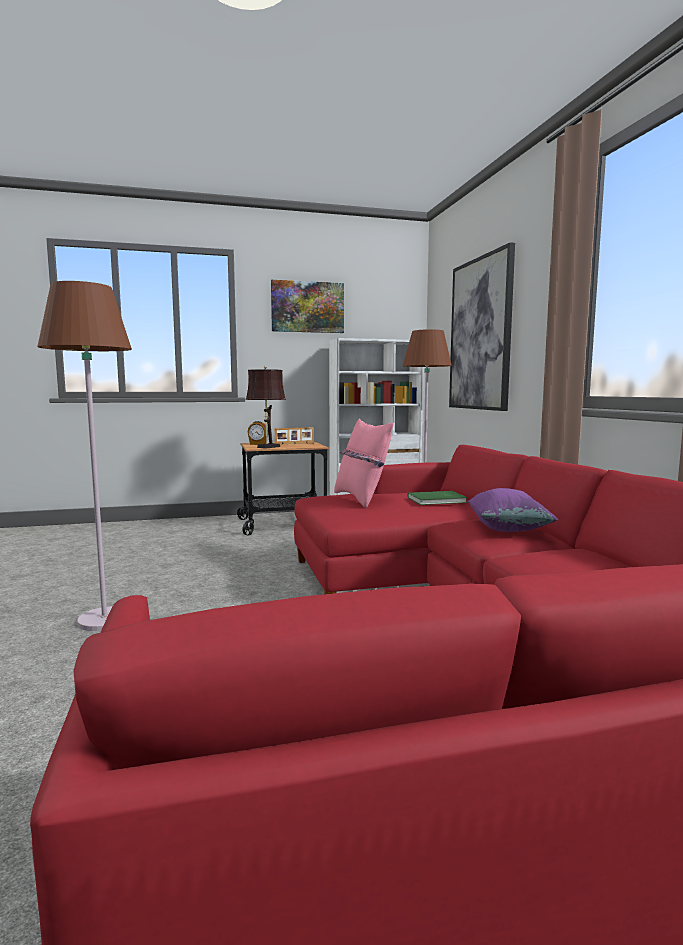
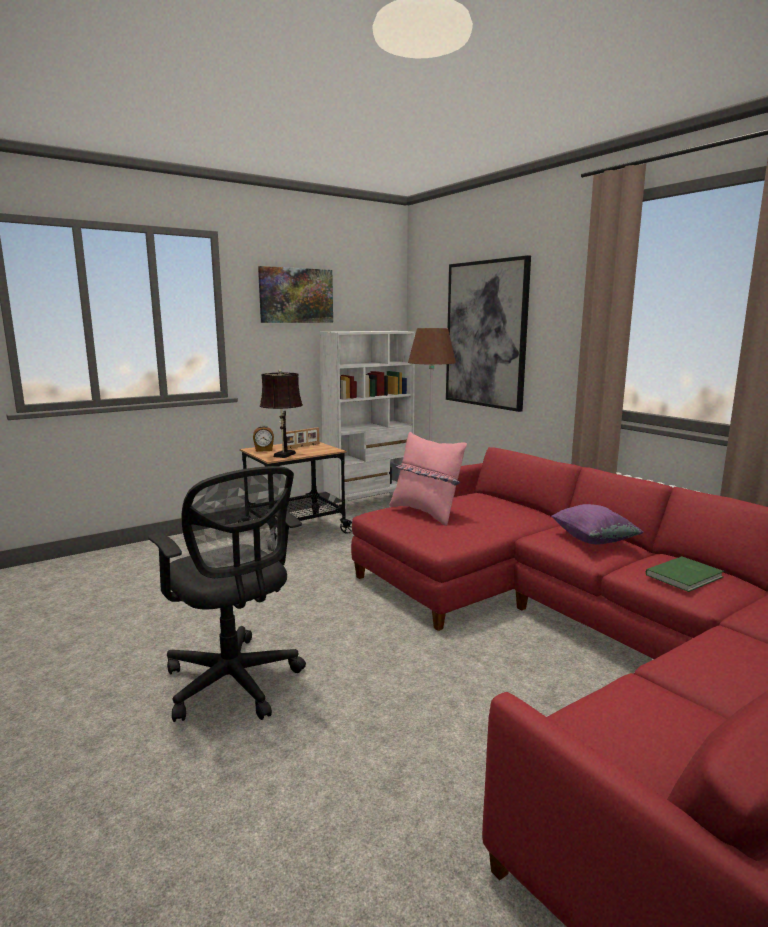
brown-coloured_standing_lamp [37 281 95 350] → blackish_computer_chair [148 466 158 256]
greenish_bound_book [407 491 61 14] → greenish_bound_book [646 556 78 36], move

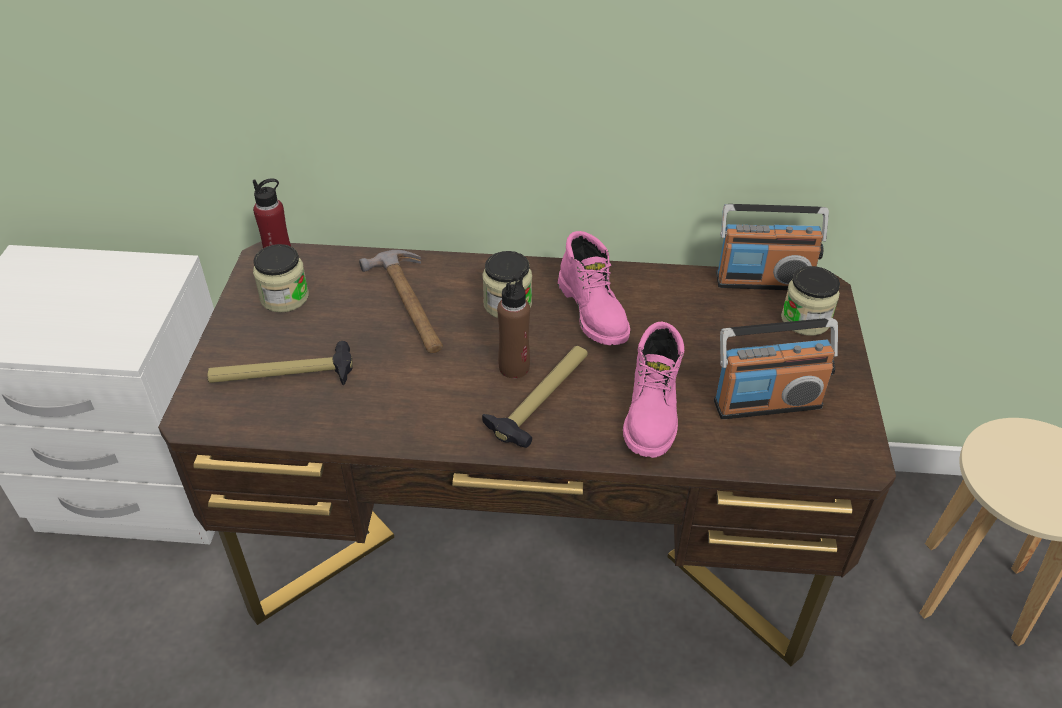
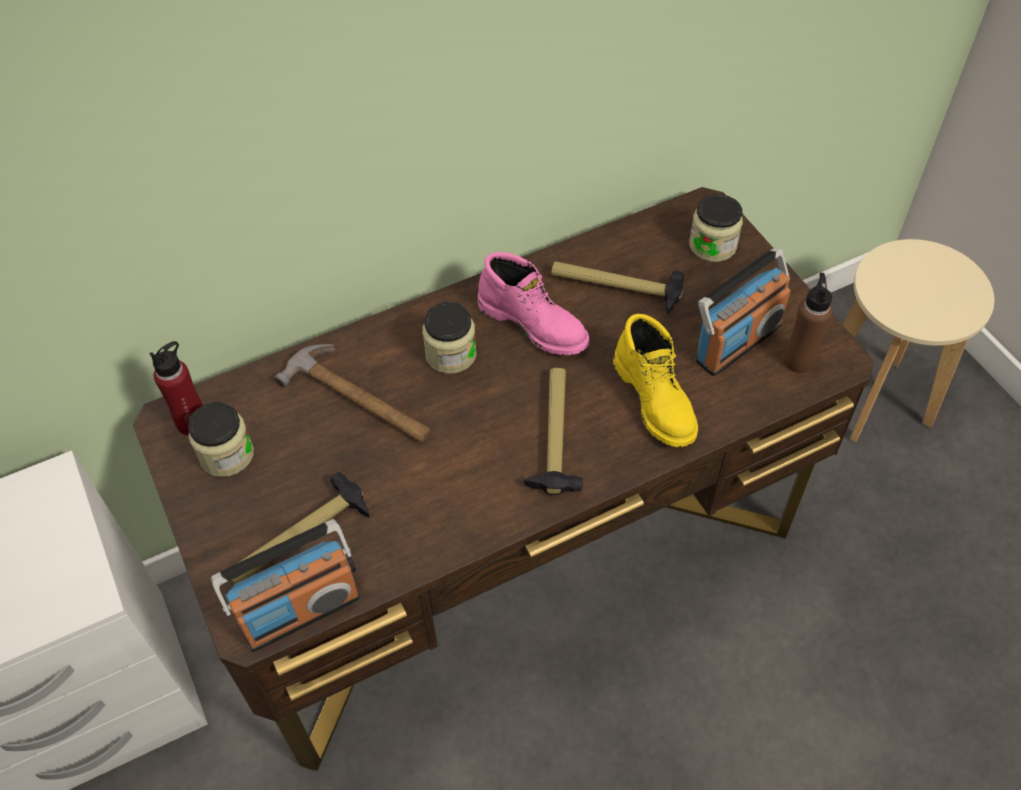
radio_set [716 204 113 86] → radio_set [211 519 150 133], move
- → tool_hammer [551 261 133 53]
pink-coloured_boot [623 322 61 136] → yellow_boot [613 314 85 133]
brown-coloured_drink_bottle [497 271 33 107] → brown-coloured_drink_bottle [784 273 49 100], move

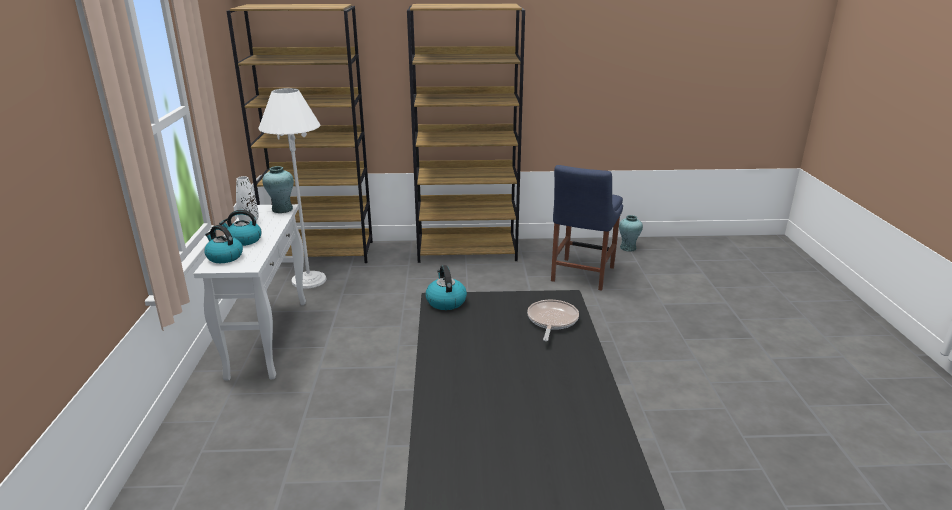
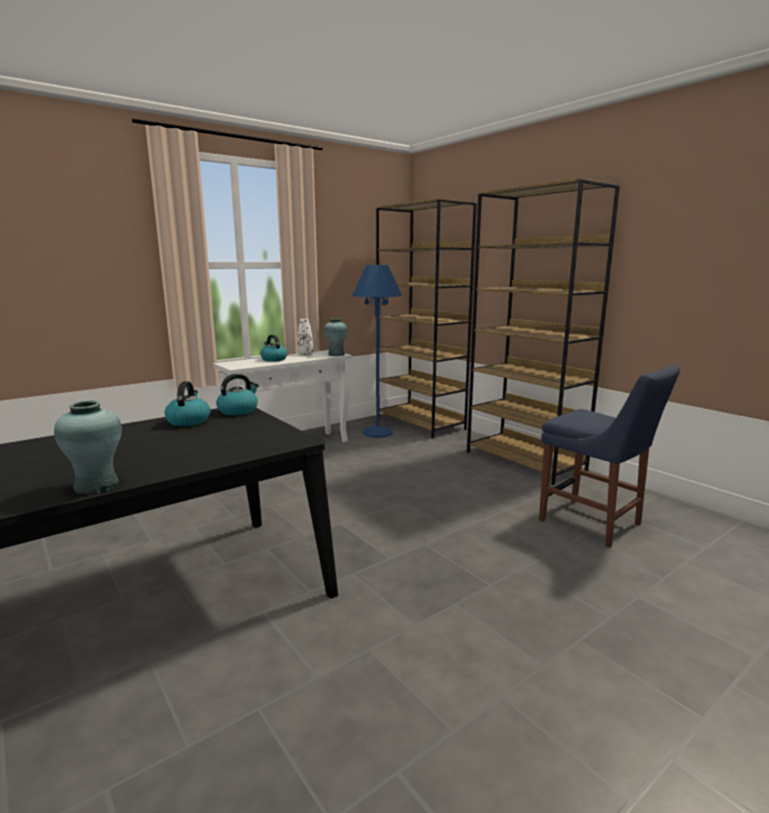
turquoise_flower_vase [619 215 24 37] → turquoise_flower_vase [54 400 68 95], move
kettle [204 225 39 38] → kettle [165 381 45 45], move
whitish_standing_lamp [259 88 67 201] → blue_standing_lamp [352 265 50 173]
blue_upright_chair [551 165 72 126] → blue_upright_chair [539 365 141 183], 120 degrees counterclockwise
pan [527 300 52 41] → -

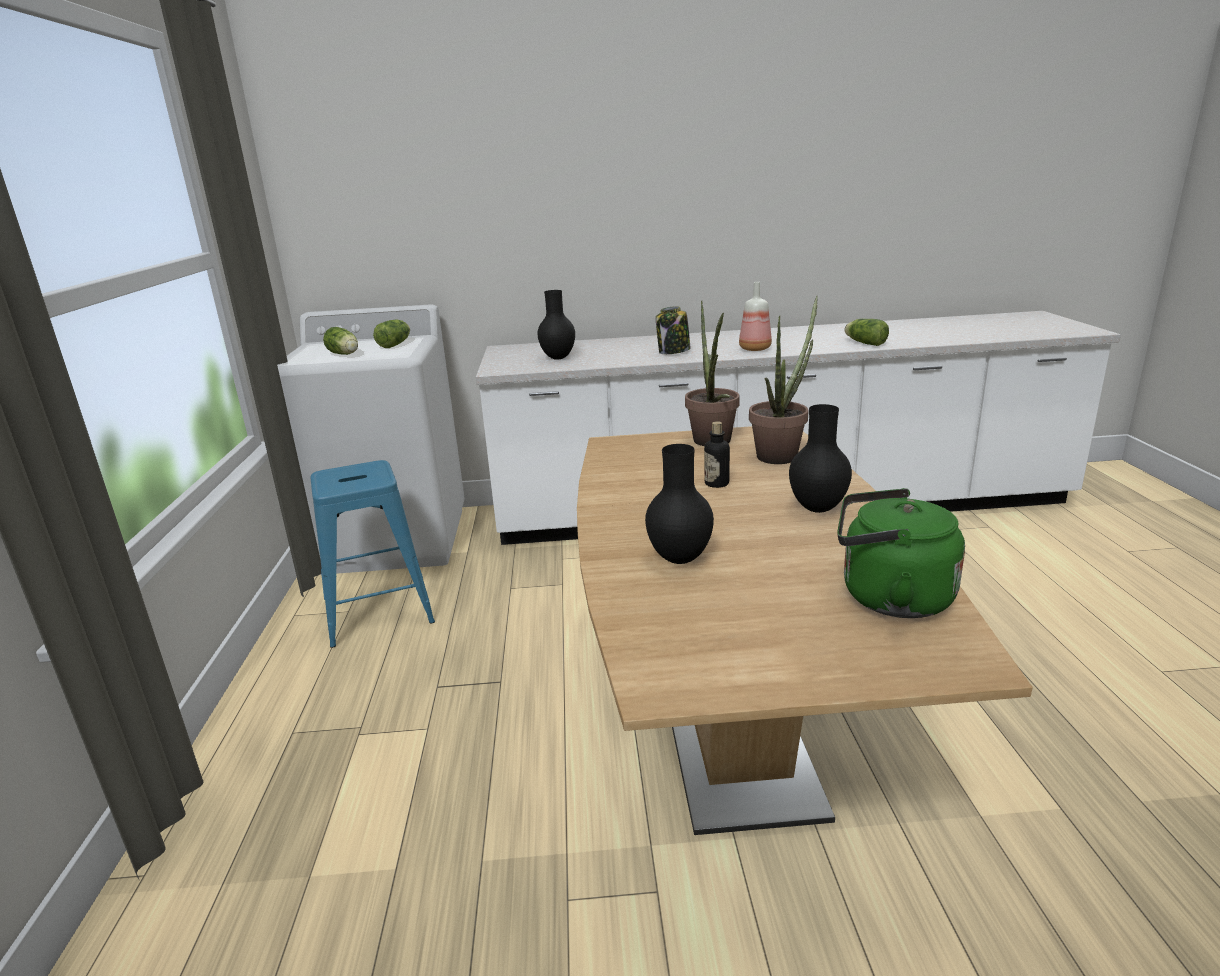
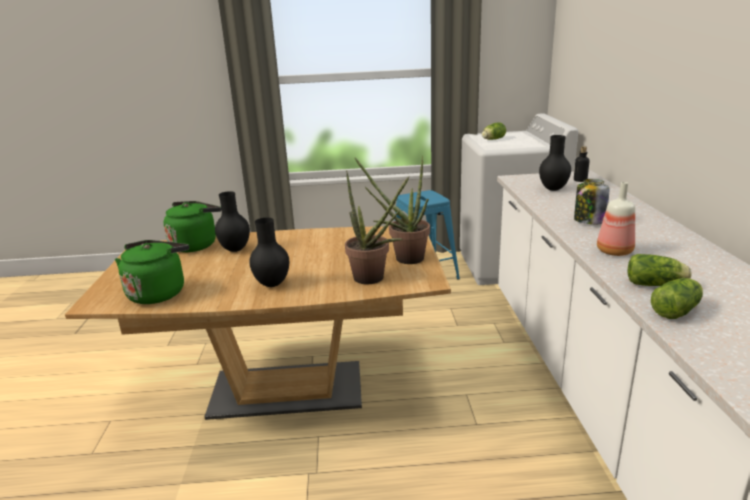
- → greenish_kettle [164 201 57 51]
drink_bottle [704 421 26 67] → drink_bottle [574 146 16 36], move
lettuce [373 319 37 29] → lettuce [628 254 64 32], move

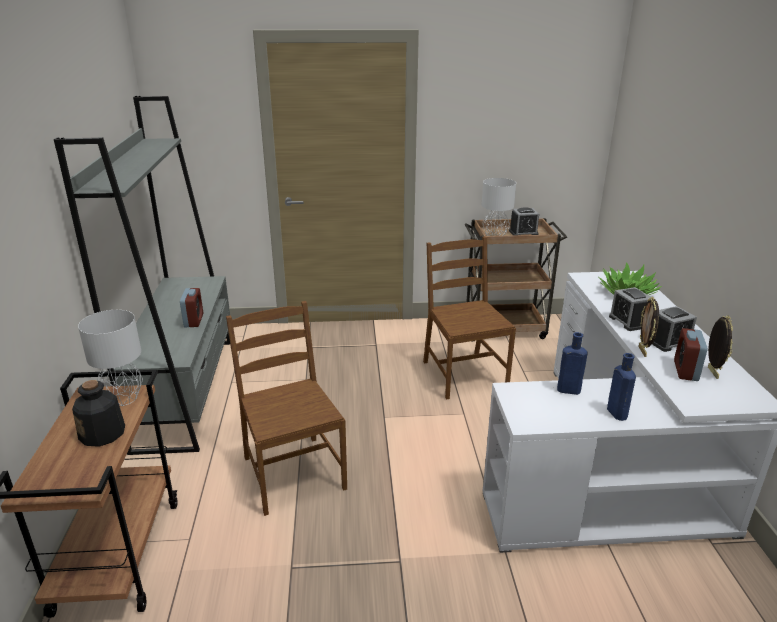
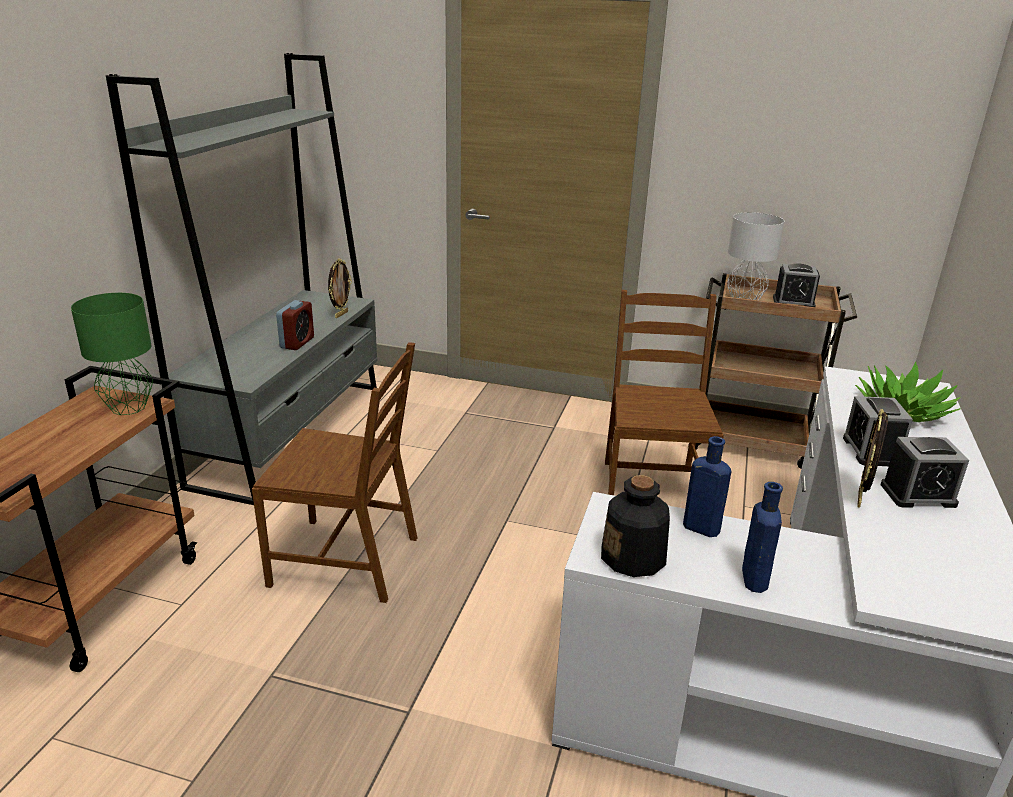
greyish_table_lamp [78 310 65 96] → greenish_table_lamp [71 293 82 122]
brown-coloured_upright_chair [226 301 121 215] → brown-coloured_upright_chair [252 342 166 261], 105 degrees clockwise
standing_frame [708 316 25 63] → standing_frame [328 258 24 60], move
drink_bottle [72 380 53 67] → drink_bottle [601 475 69 102], move
table_clock [674 328 34 53] → -

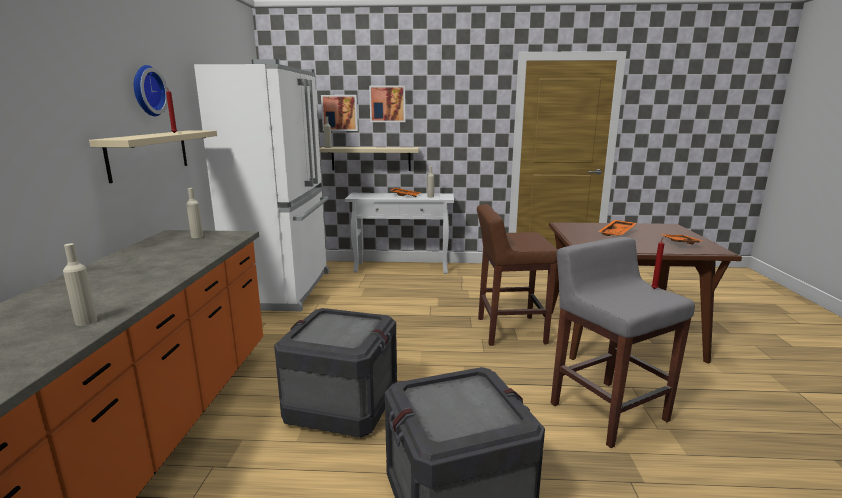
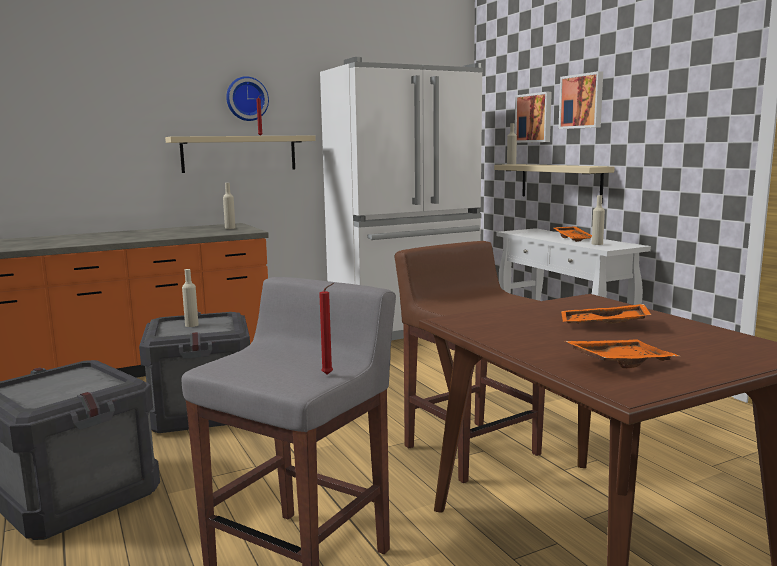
beige_drink_bottle [63 243 34 83] → beige_drink_bottle [182 269 17 58], move

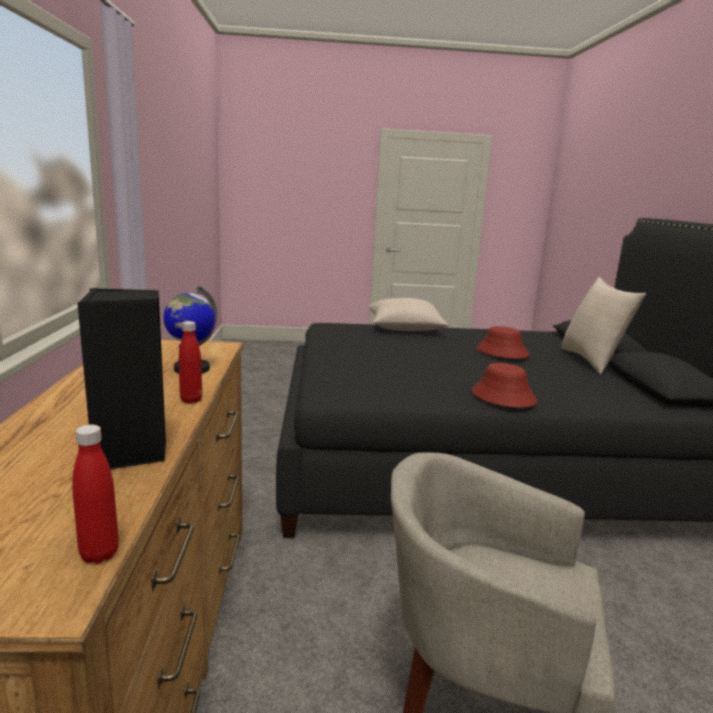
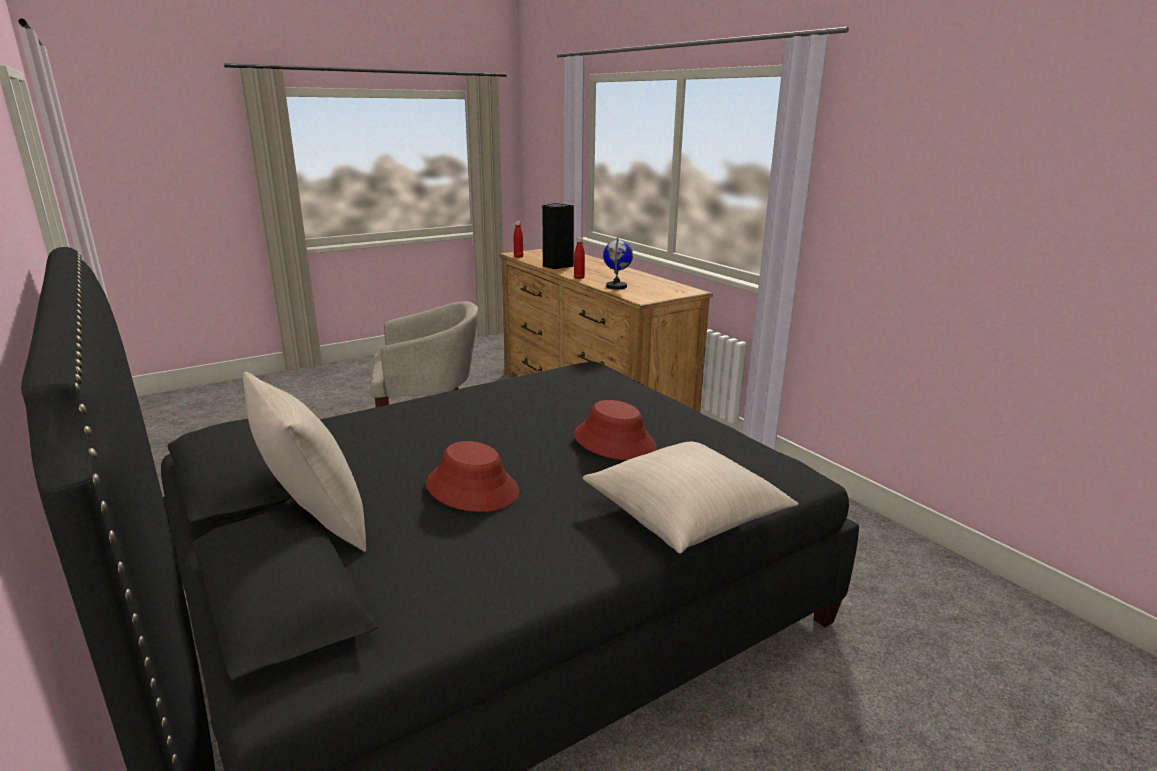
red_clothing_hat [471 363 66 45] → red_clothing_hat [574 400 83 60], move

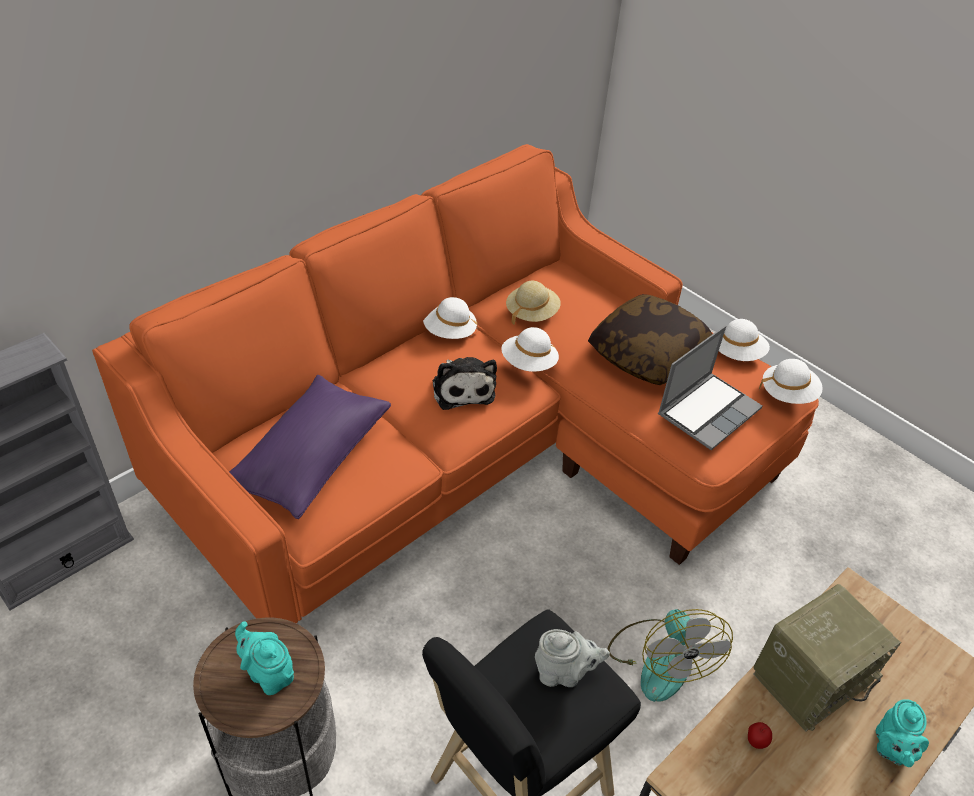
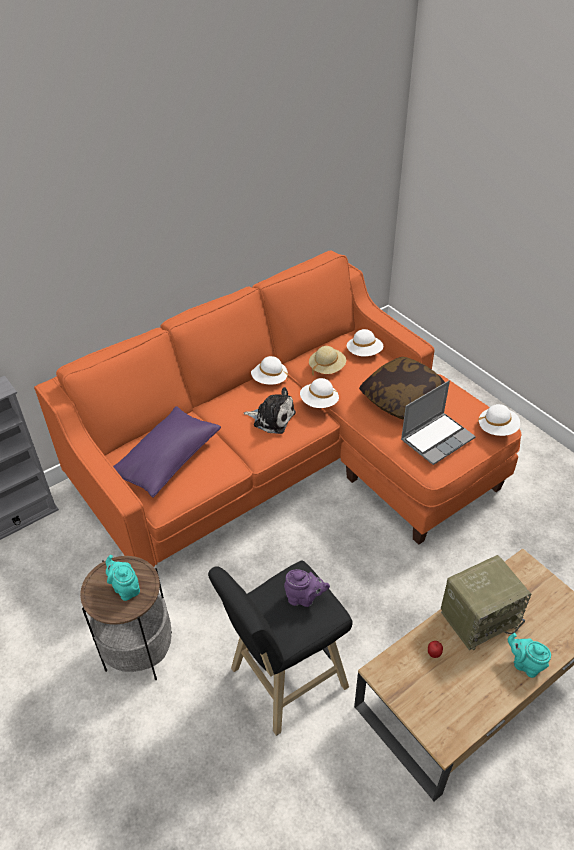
plush_toy [433 357 64 53] → plush_toy [244 387 52 47], 60 degrees counterclockwise
greyish_teapot [535 629 75 58] → purple_teapot [284 569 46 38]
whitish_clothing_hat [719 319 51 42] → whitish_clothing_hat [347 329 36 27], move
turquoise_teapot [876 699 53 68] → turquoise_teapot [508 633 43 45], 105 degrees clockwise
fan [608 609 125 93] → -

